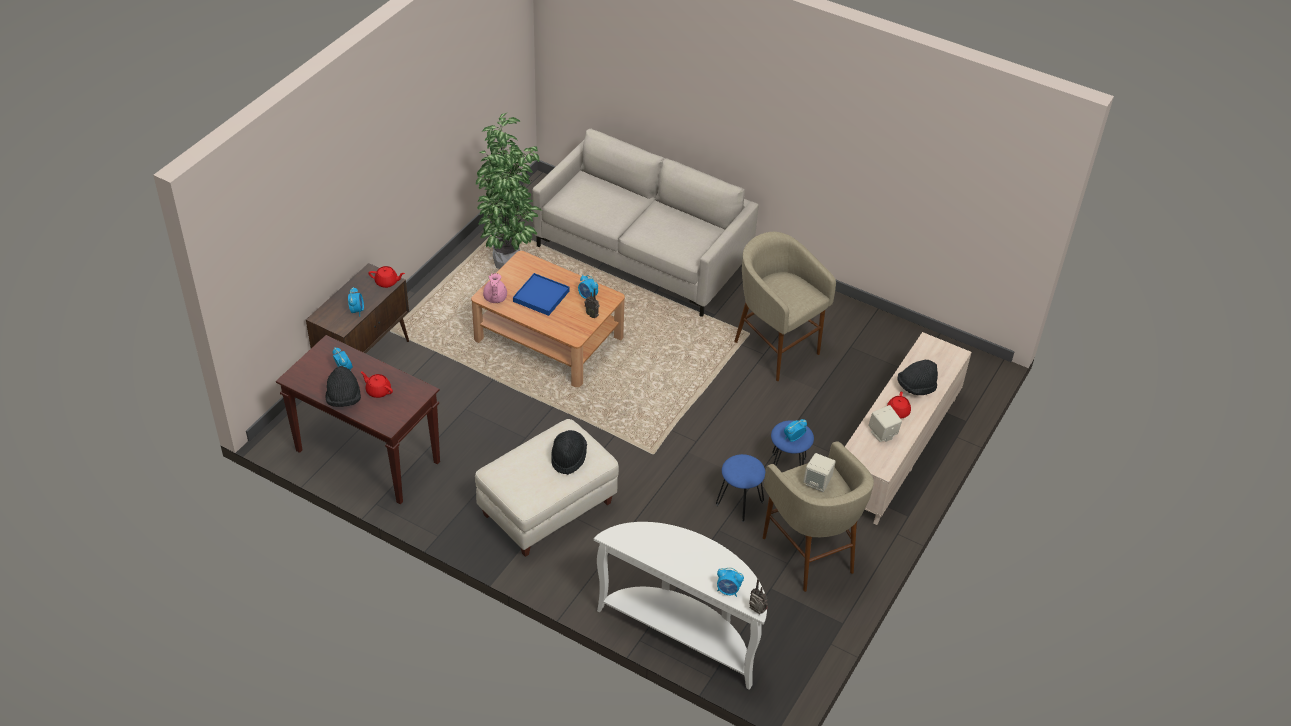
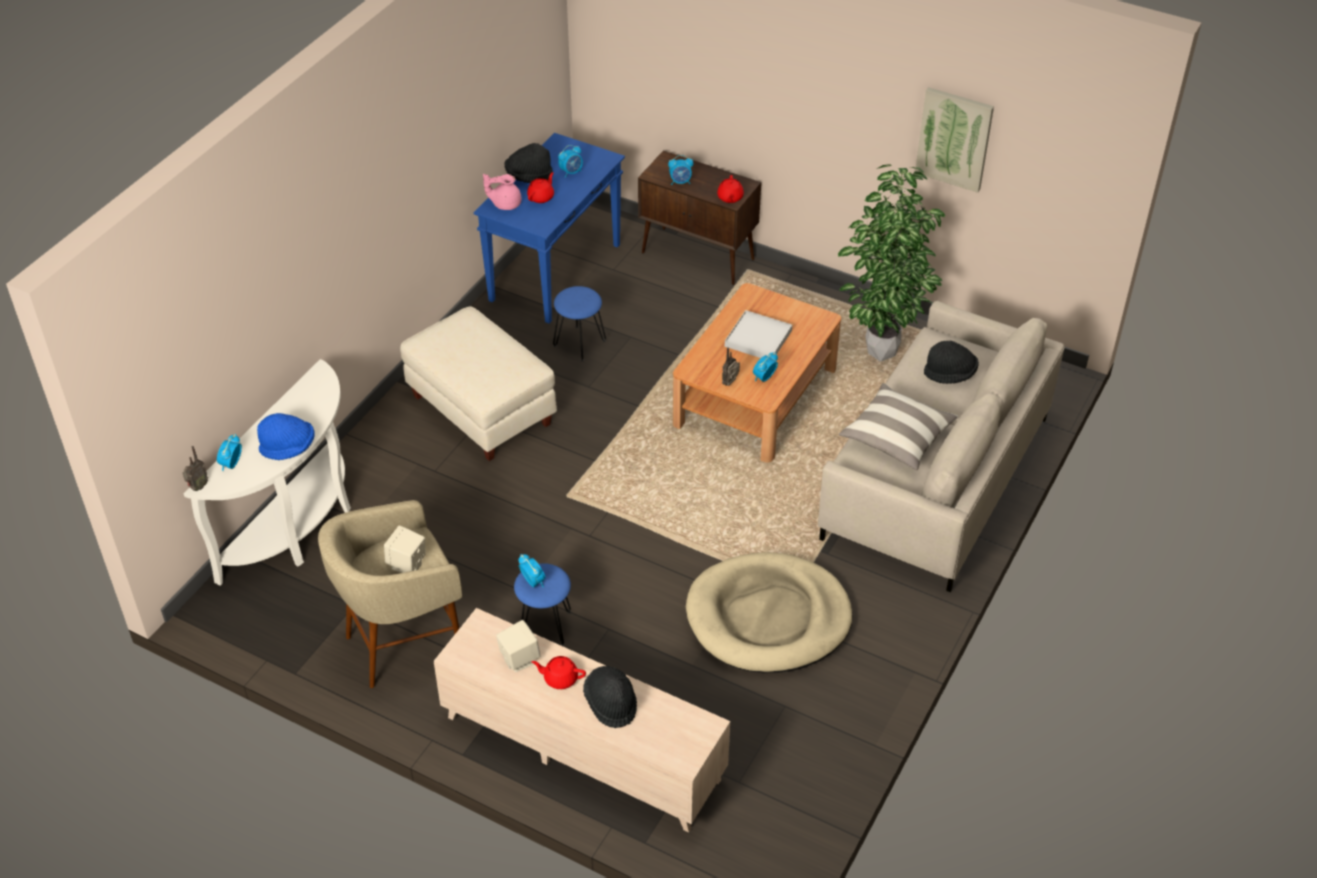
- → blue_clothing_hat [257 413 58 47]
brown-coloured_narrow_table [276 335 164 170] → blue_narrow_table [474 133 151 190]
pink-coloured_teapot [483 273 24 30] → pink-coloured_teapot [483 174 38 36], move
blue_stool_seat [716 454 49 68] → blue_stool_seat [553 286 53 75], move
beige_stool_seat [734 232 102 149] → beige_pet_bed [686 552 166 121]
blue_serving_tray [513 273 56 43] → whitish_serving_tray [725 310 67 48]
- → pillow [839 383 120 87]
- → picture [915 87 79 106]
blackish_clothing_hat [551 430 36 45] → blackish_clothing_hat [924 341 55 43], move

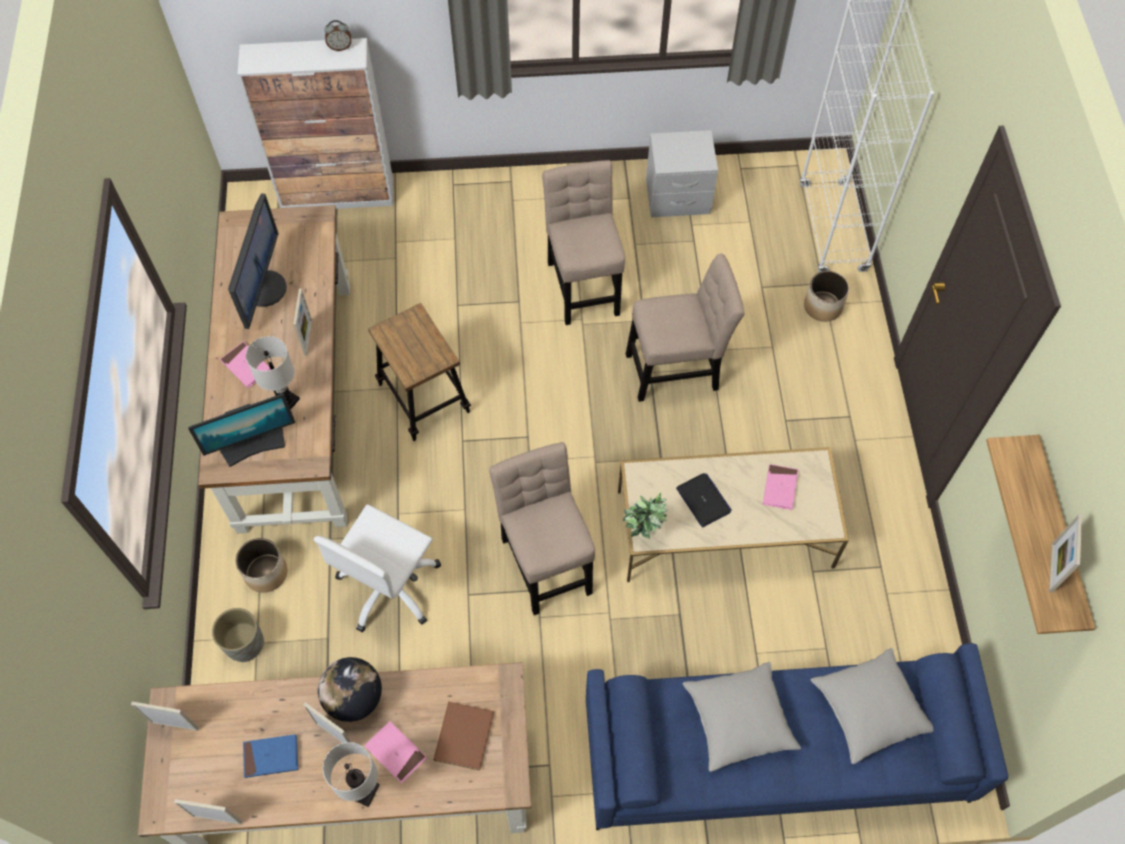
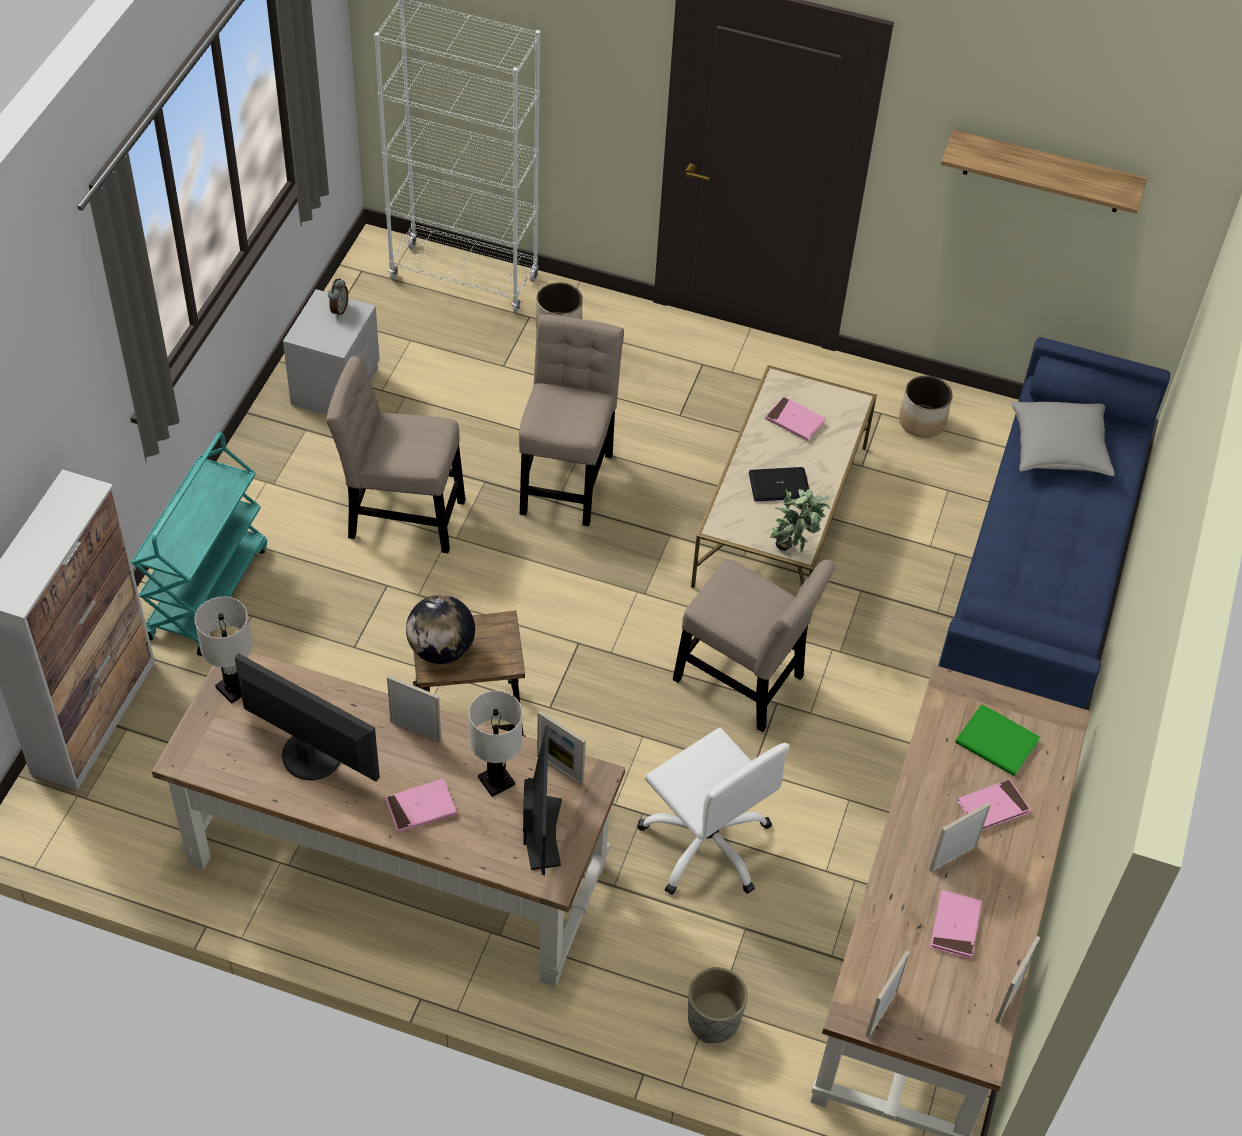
- → turquoise_trolley [131 432 136 224]
whitish_table_lamp [323 742 56 65] → whitish_table_lamp [195 597 58 106], move
table_clock [325 20 26 31] → table_clock [328 278 20 39], move
world_globe [318 657 64 65] → world_globe [406 595 69 69], move
standing_frame [1049 514 33 79] → standing_frame [537 711 49 75], move
beige_upright_chair [489 442 106 173] → beige_upright_chair [673 559 162 173], 150 degrees counterclockwise
plant_pot [236 538 51 55] → plant_pot [899 376 54 62], move
blue_bound_book [243 734 55 44] → pink-coloured_bound_book [930 890 52 69]
brown-coloured_bound_book [433 702 61 69] → greenish_bound_book [955 704 85 72]
greyish_pillow [683 662 118 110] → -

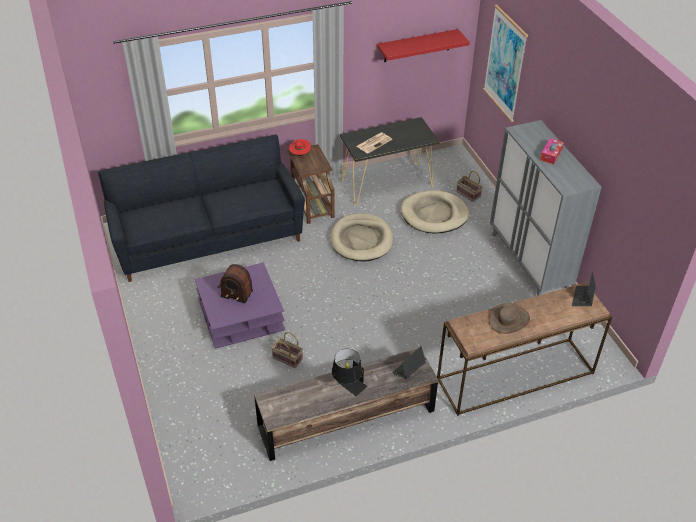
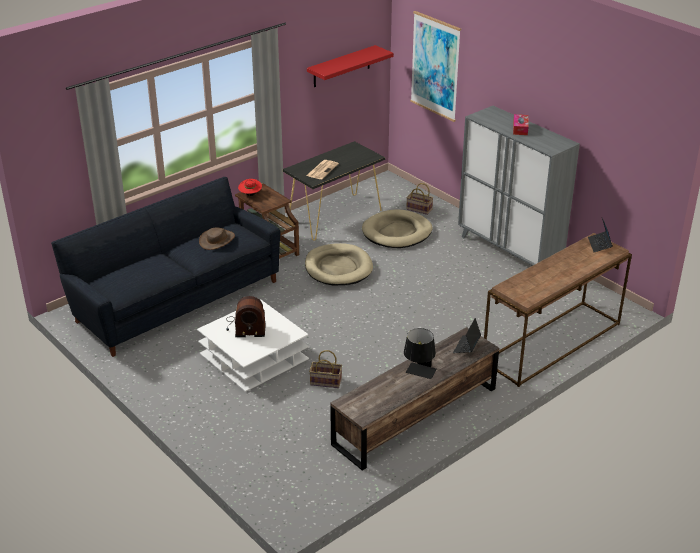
purple_coffee_table [195 262 90 87] → whitish_coffee_table [197 299 112 93]
brown-coloured_clothing_hat [489 303 41 31] → brown-coloured_clothing_hat [199 228 36 22], move

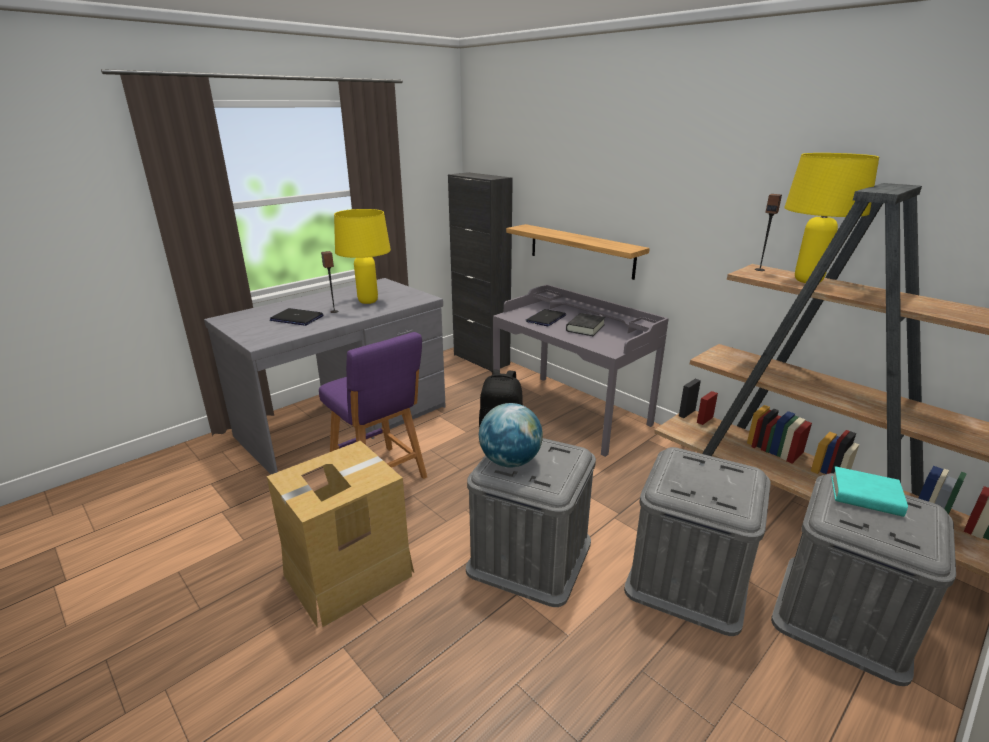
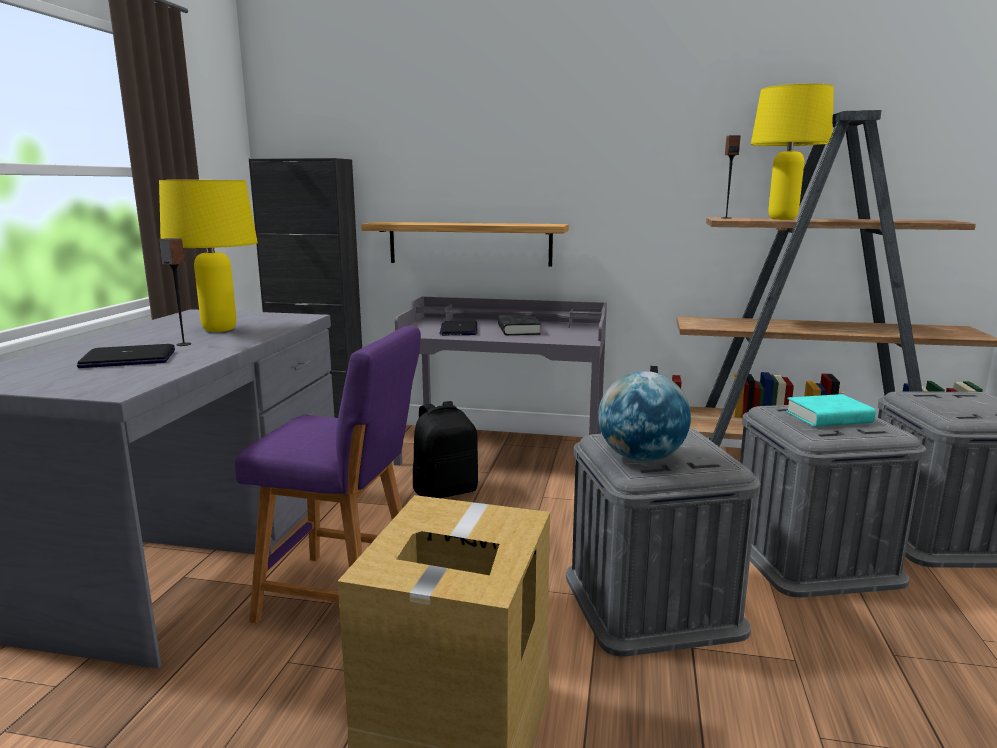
turquoise_bound_book [832 466 76 51] → turquoise_bound_book [786 394 90 33], move

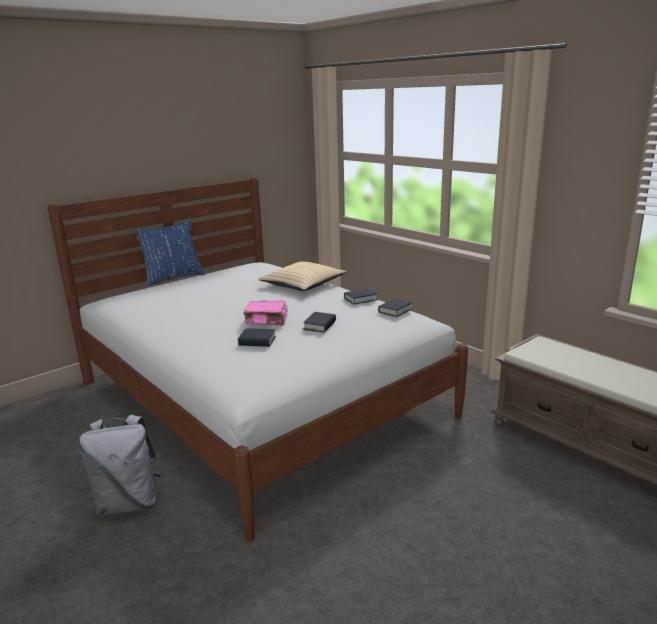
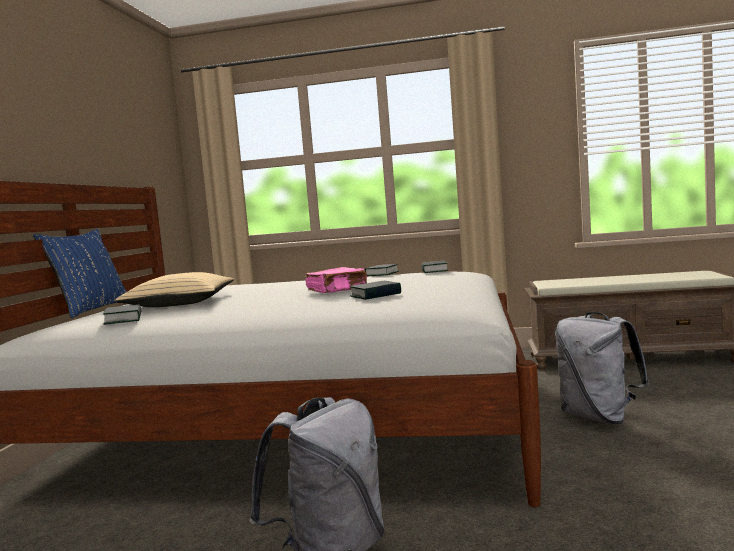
bound_book [303 312 33 21] → bound_book [103 304 38 21], move
beige_pillow [258 262 89 29] → beige_pillow [115 272 119 35], move
- → greyish_knapsack [555 312 94 112]

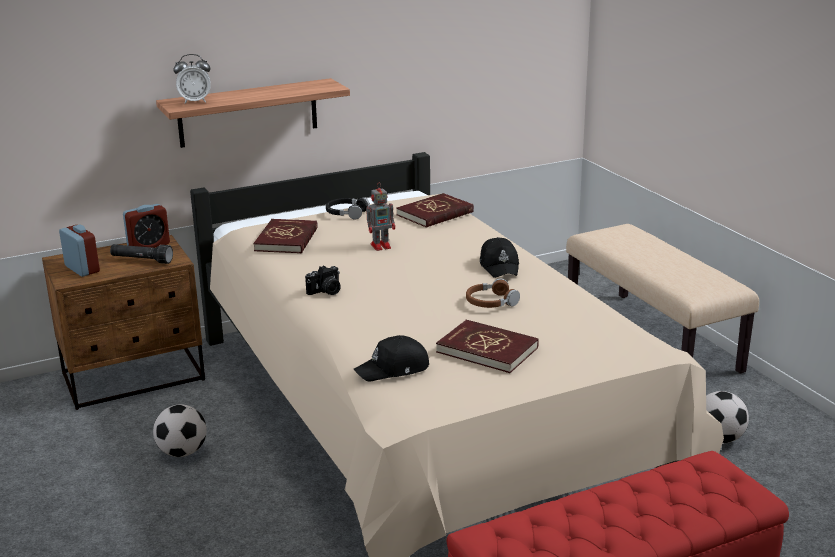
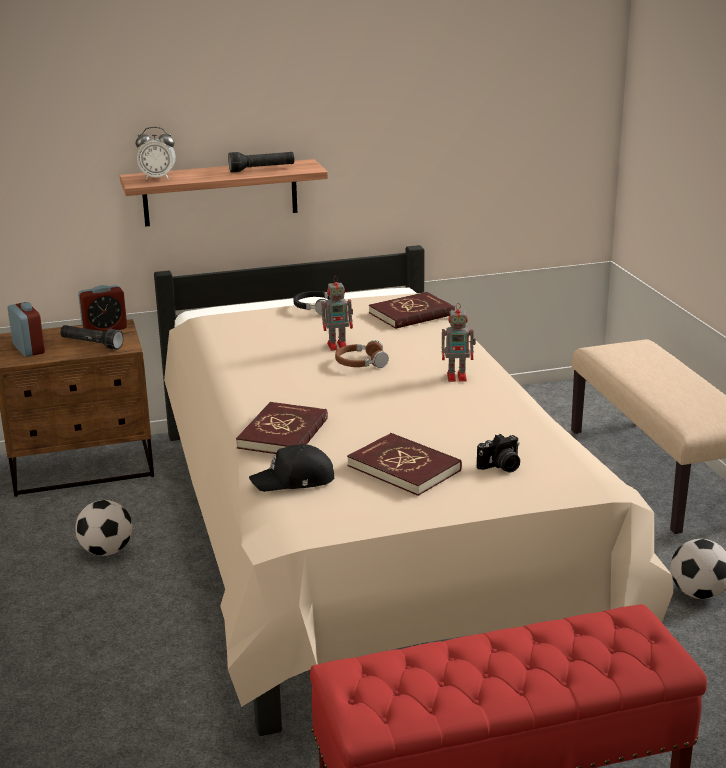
- → blackish_torch [228 152 66 20]
red_bound_book [253 219 65 35] → red_bound_book [236 402 92 52], move
brown-coloured_headset [466 278 54 30] → brown-coloured_headset [335 340 54 28], move
blackish_cap [480 237 39 41] → robot_figure [442 303 34 79]
still_camera [305 265 36 30] → still_camera [477 434 43 38], move

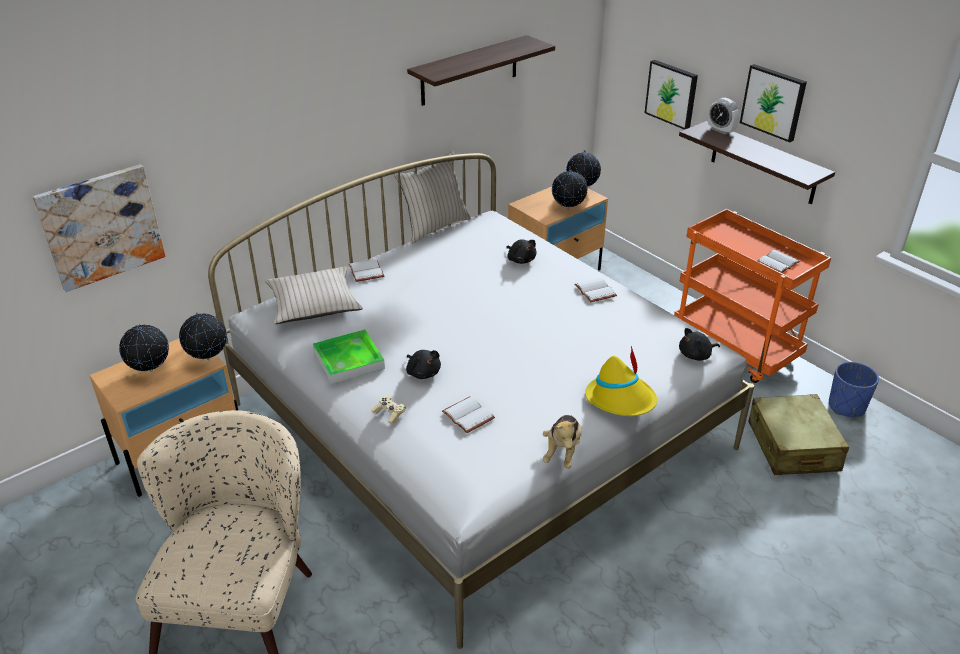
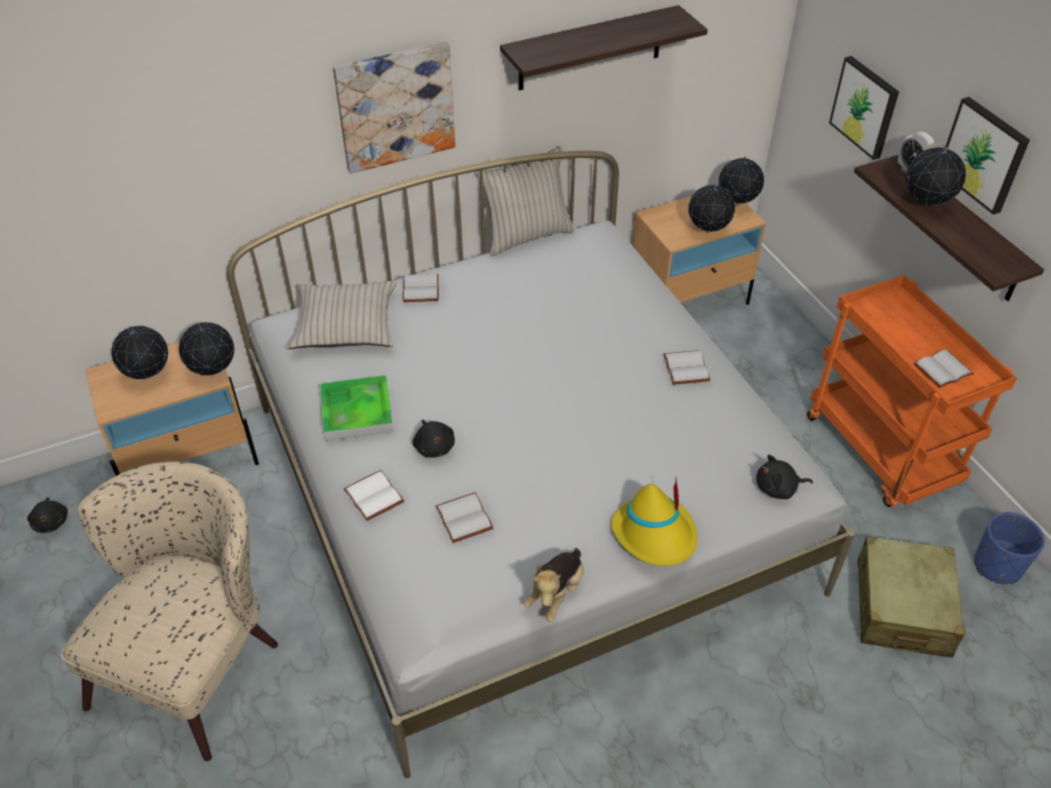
blackish_plush_toy [506 239 31 25] → blackish_plush_toy [27 497 41 36], move
picture [33 164 132 128] → picture [333 42 122 132], move
beige_gamepad [371 395 35 30] → whitish_bound_book [344 470 60 51]
- → world_globe [906 145 60 61]

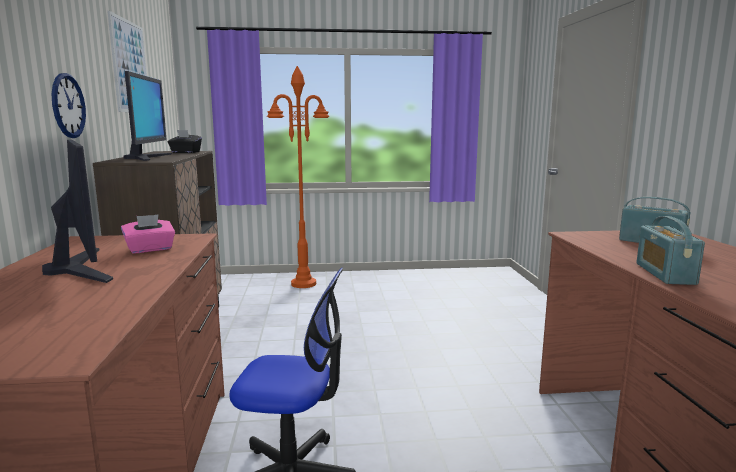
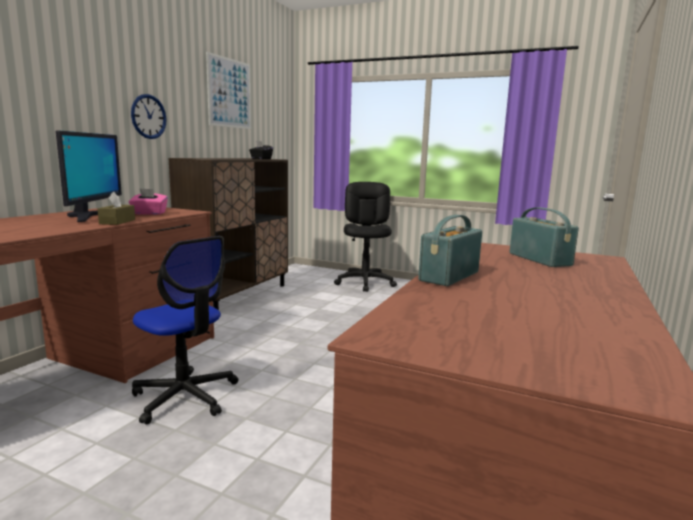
- → brown-coloured_box_of_tissues [97 192 38 33]
orange-coloured_standing_lamp [267 66 62 222] → blackish_computer_chair [334 182 63 110]
computer_screen [123 71 49 90] → -

